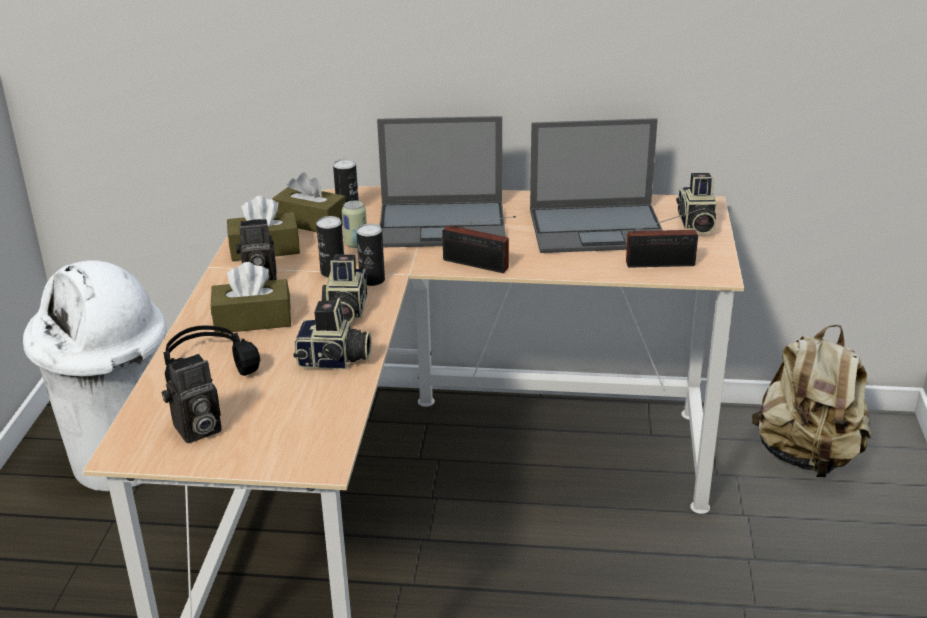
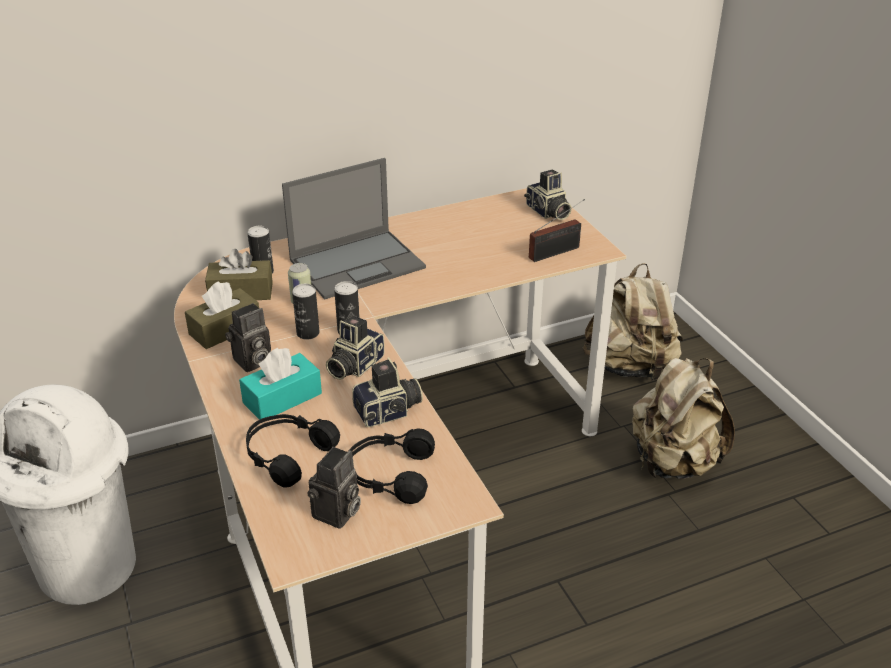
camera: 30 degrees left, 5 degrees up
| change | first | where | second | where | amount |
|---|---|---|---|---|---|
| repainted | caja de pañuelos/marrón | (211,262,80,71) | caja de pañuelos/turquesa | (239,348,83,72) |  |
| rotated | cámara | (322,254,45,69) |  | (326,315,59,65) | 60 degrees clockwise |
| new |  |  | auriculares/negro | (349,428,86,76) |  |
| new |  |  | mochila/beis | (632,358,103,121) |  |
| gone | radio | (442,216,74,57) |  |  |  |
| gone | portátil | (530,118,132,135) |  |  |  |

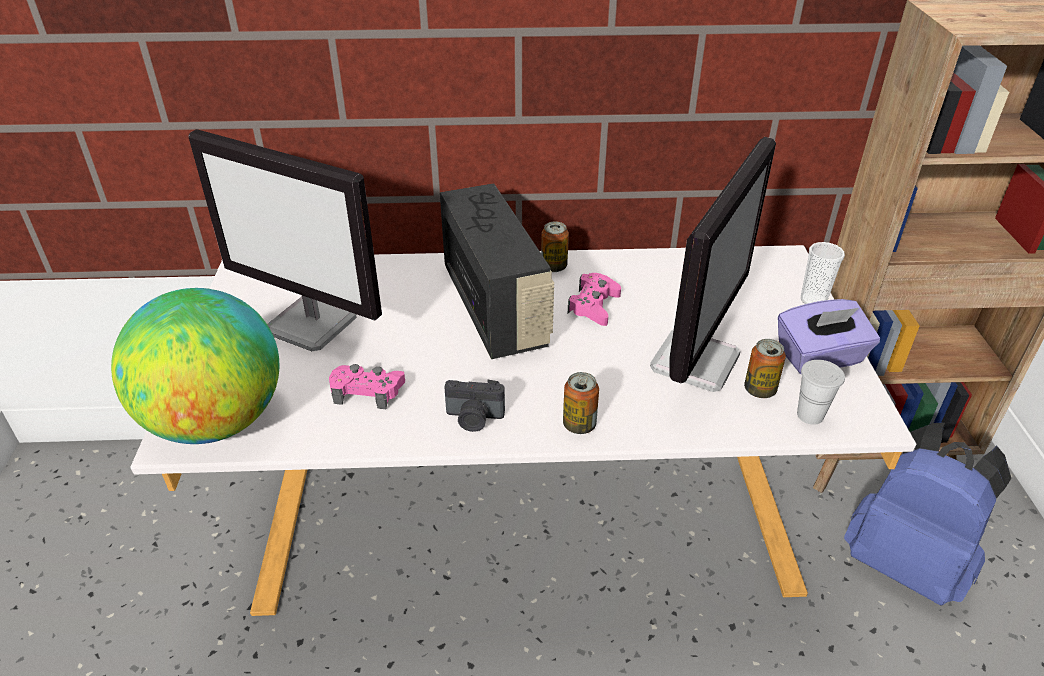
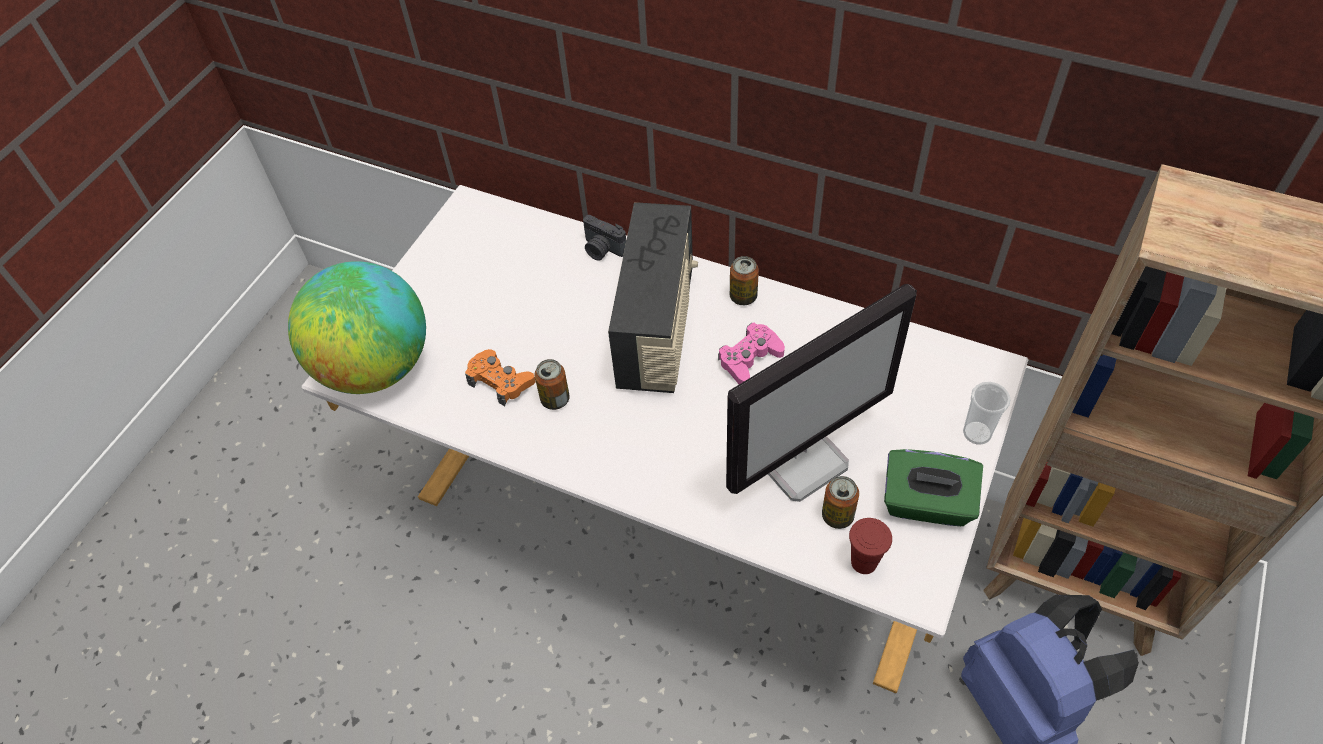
camera: 30 degrees right, 15 degrees up
| change | first | where | second | where | amount |
|---|---|---|---|---|---|
| repainted | mando de consola/rosa | (329,364,76,45) | mando de consola/naranja | (465,349,71,57) |  |
| shifted | lata | (563,372,36,62) |  | (535,359,35,51) |  |
| shifted | cámara | (444,380,61,52) |  | (583,215,43,46) |  |
| repainted | taza/blanco | (797,360,48,65) | taza/rojo | (849,518,43,56) |  |
| repainted | caja de pañuelos/morado | (778,299,102,75) | caja de pañuelos/verde | (884,449,99,77) |  |
| gone | monitor | (189,129,193,222) |  |  |  |

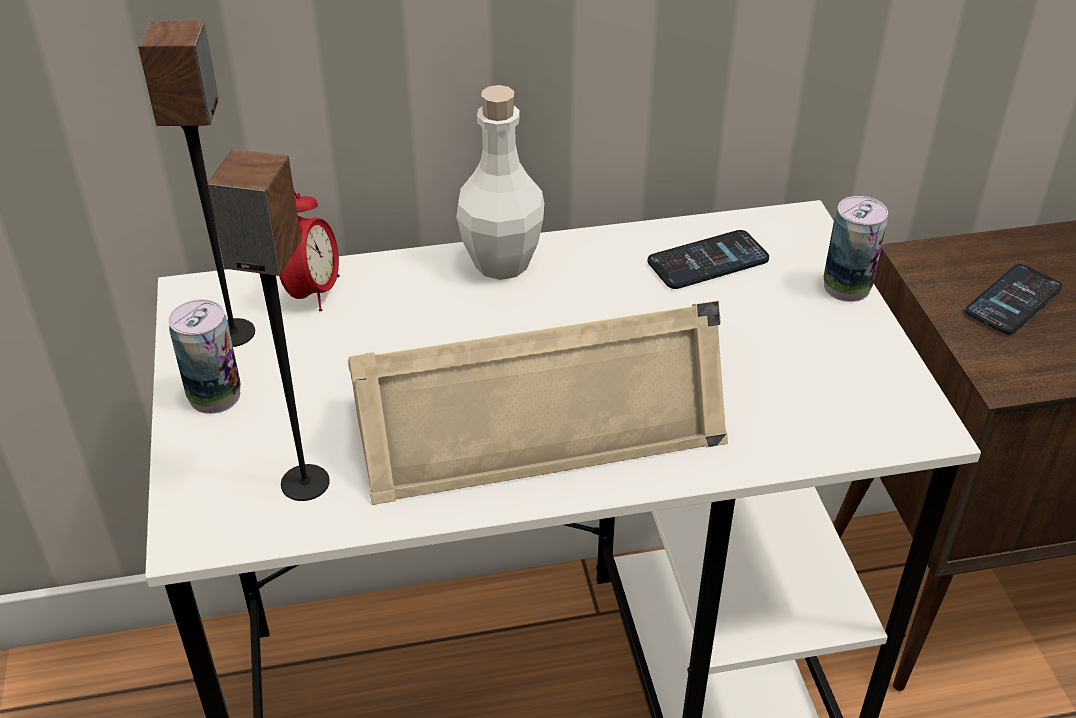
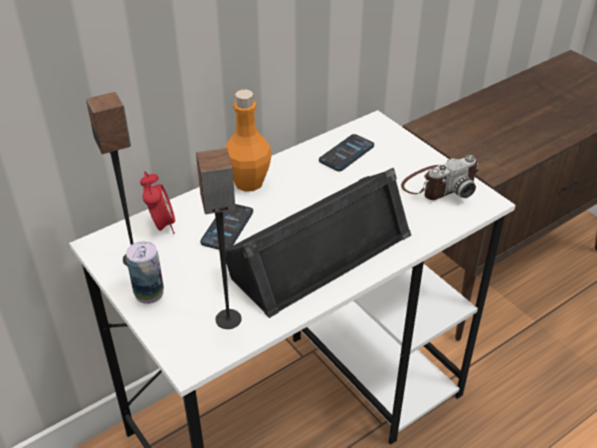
camera: 25 degrees left, 0 degrees up
| change | first | where | second | where | amount |
|---|---|---|---|---|---|
| shifted | móvil | (965,264,98,71) |  | (200,204,53,46) |  |
| repainted | botella/blanco | (456,85,88,195) | botella/naranja | (225,90,47,102) |  |
| repainted | altavoz/beis | (348,300,380,205) | altavoz/negro | (225,168,186,150) |  |
| new |  |  | cámara | (401,155,77,45) |  |
| gone | lata | (824,196,64,106) |  |  |  |

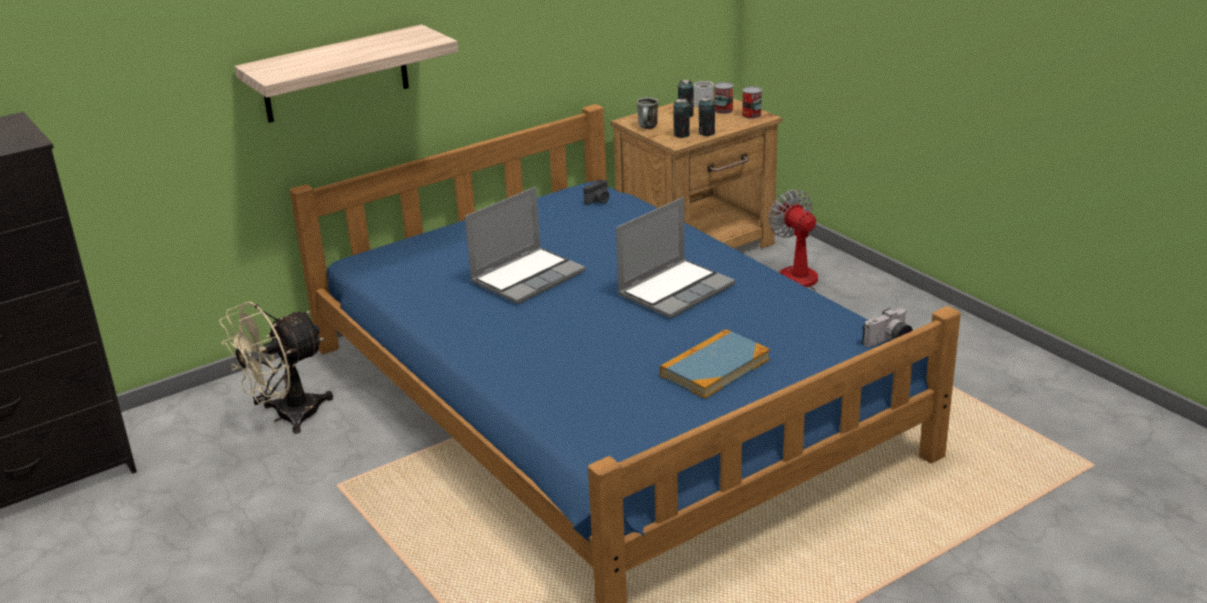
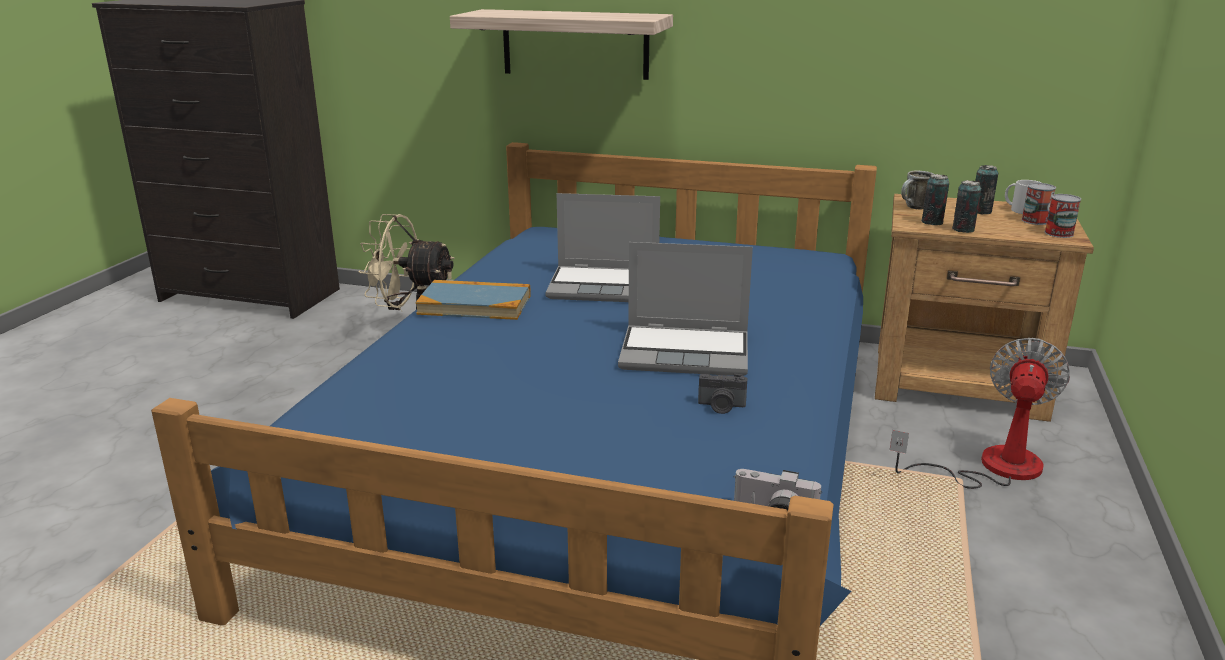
camera: 50 degrees right, 5 degrees down
| change | first | where | second | where | amount |
|---|---|---|---|---|---|
| shifted | libro | (660,329,110,70) |  | (415,280,116,40) |  |
| shifted | cámara | (583,179,26,26) |  | (698,373,50,41) |  |

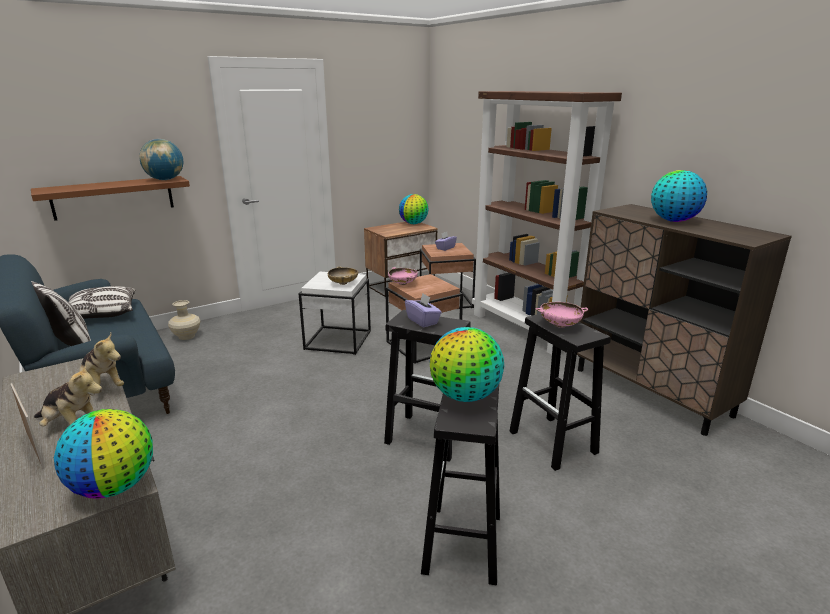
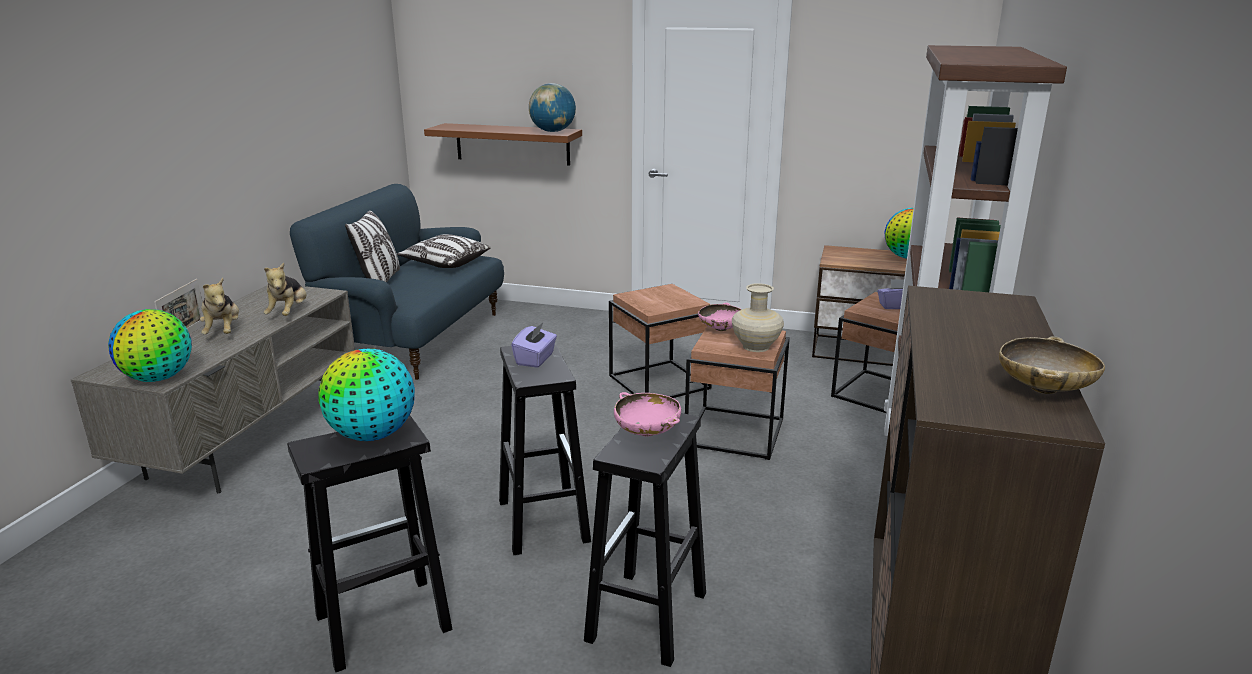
camera: 50 degrees right, 0 degrees up
| change | first | where | second | where | amount |
|---|---|---|---|---|---|
| repainted | mesa auxiliar/blanco | (299,272,72,83) | mesa auxiliar/marrón | (609,284,103,114) |  |
| shifted | florero/beis | (168,300,32,40) |  | (732,283,52,69) |  |
| shifted | cuenco/beis | (328,266,30,19) |  | (999,336,106,58) |  |
| gone | globo terráqueo | (651,170,56,52) |  |  |  |

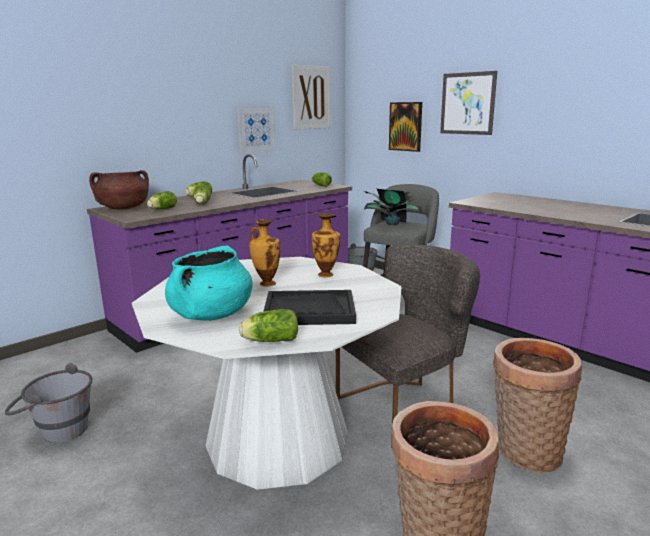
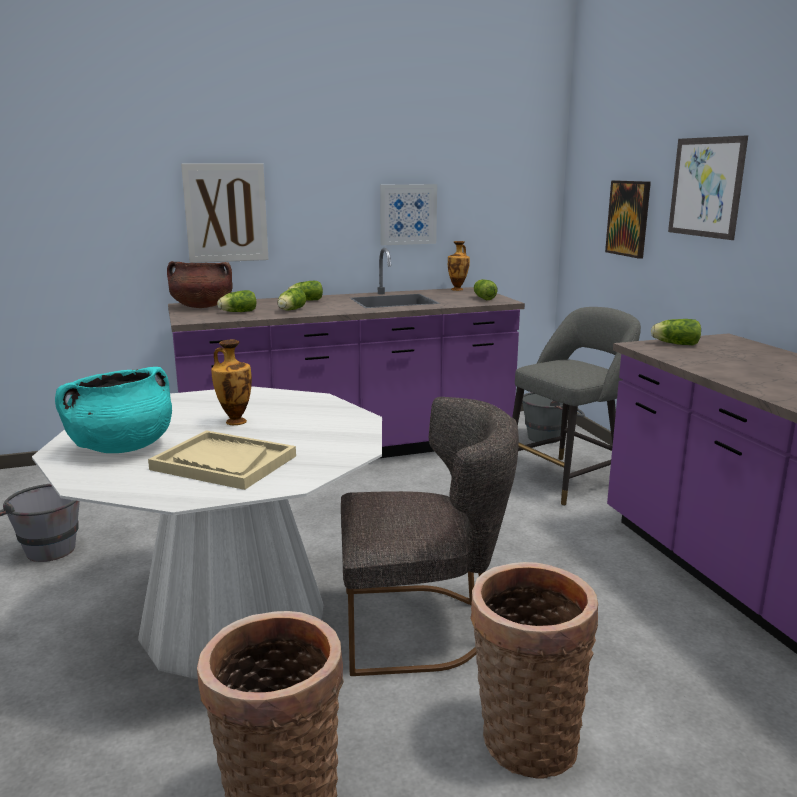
camera: 25 degrees right, 0 degrees up
| change | first | where | second | where | amount |
|---|---|---|---|---|---|
| repainted | bandeja/negro | (263,290,93,35) | bandeja/beis | (148,430,148,60) |  |
| shifted | cuadro | (292,65,39,65) |  | (181,163,88,100) |  |
| shifted | florero | (312,213,28,64) |  | (448,241,22,50) |  |
| shifted | lechuga | (239,309,59,33) |  | (651,319,50,27) |  |
| gone | planta en maceta | (363,189,58,36) |  |  |  |

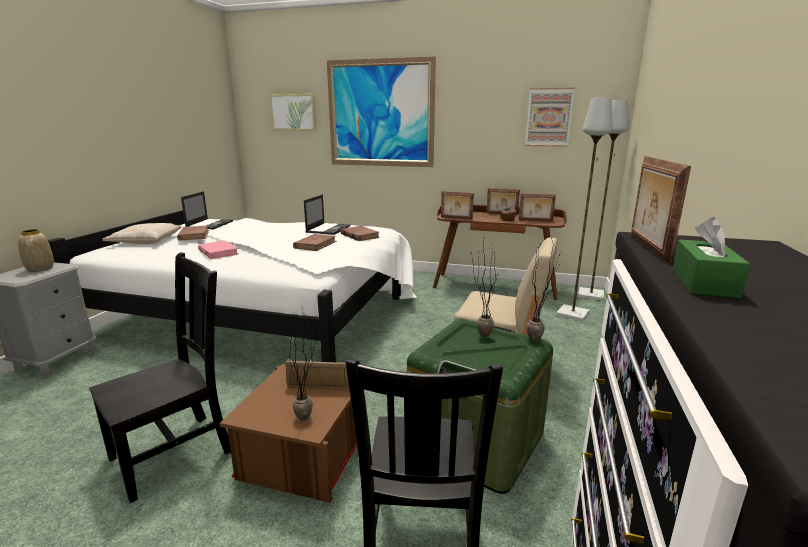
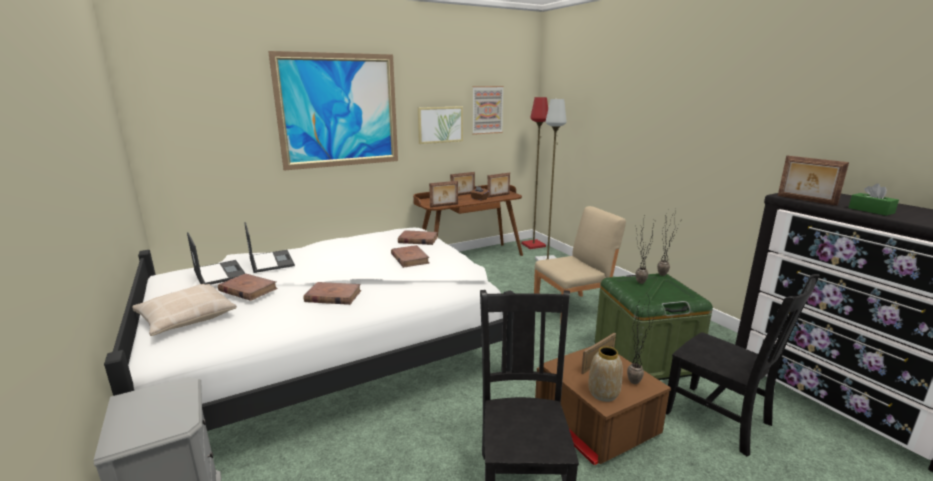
camera: 45 degrees left, 0 degrees up
| change | first | where | second | where | amount |
|---|---|---|---|---|---|
| shifted | portátil | (304,194,46,41) |  | (244,222,51,51) |  |
| repainted | libro/rosa | (198,241,40,18) | libro/marrón | (304,282,57,23) |  |
| shifted | cuadro | (269,94,47,37) |  | (418,106,45,38) |  |
| repainted | lámpara de pie/gris | (578,100,51,201) | lámpara de pie/rojo | (521,97,27,152) |  |
| shifted | florero | (18,229,36,43) |  | (588,347,35,55) |  |

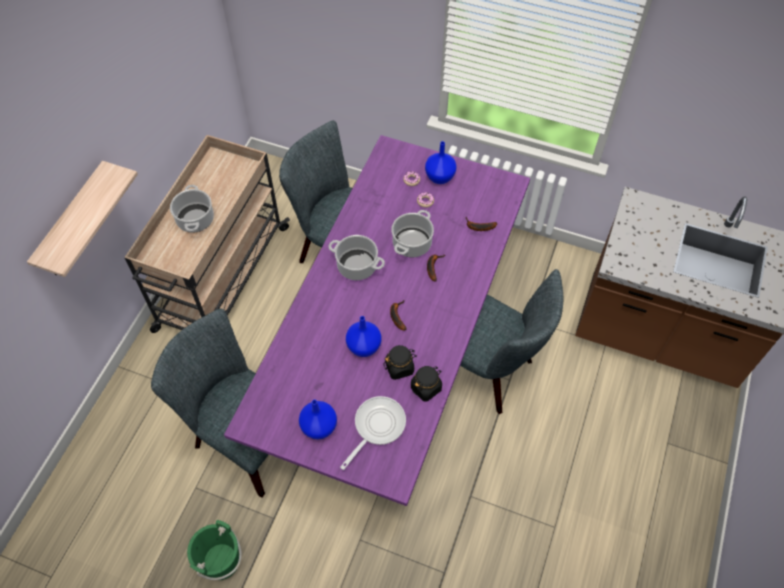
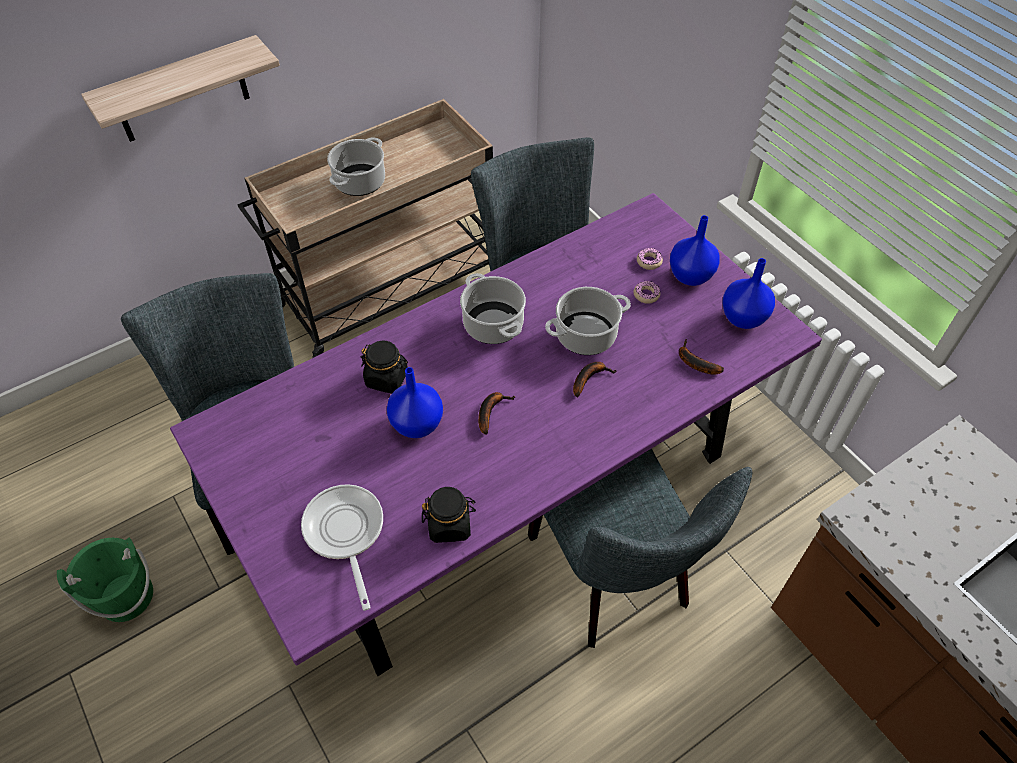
camera: 35 degrees right, 5 degrees down
| change | first | where | second | where | amount |
|---|---|---|---|---|---|
| rotated | sartén | (340,396,66,74) |  | (301,484,82,127) | 90 degrees counterclockwise |
| shifted | tarro/negro | (384,345,33,35) |  | (361,340,47,54) |  |
| shifted | florero/azul | (299,399,38,41) |  | (722,258,53,71) |  |

